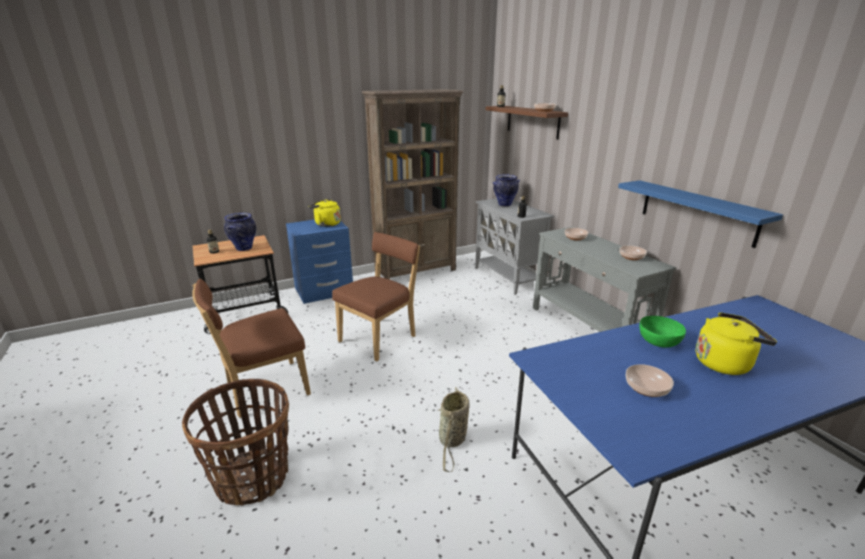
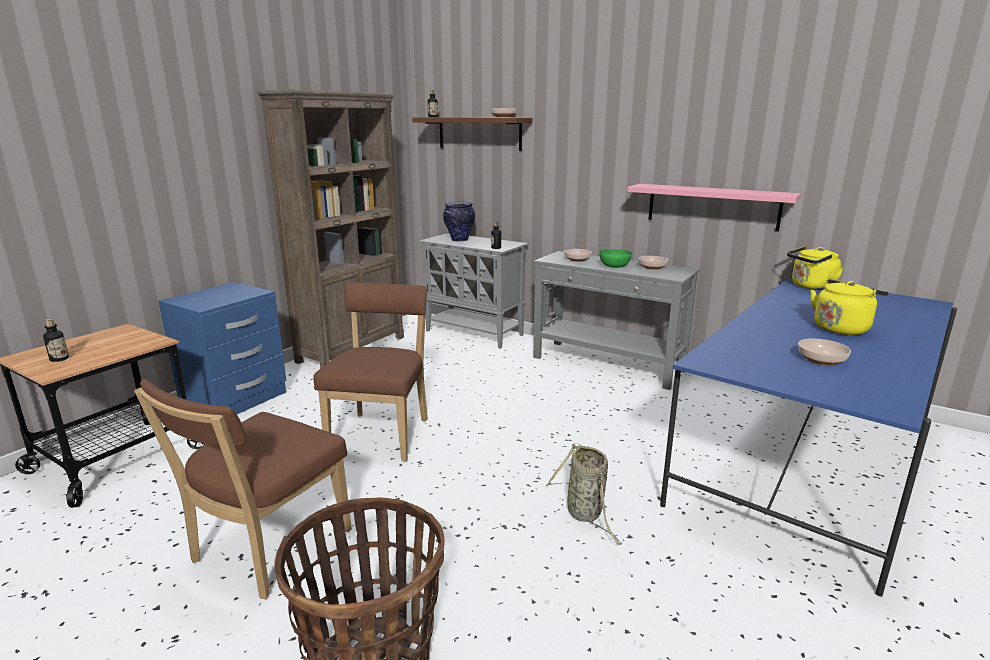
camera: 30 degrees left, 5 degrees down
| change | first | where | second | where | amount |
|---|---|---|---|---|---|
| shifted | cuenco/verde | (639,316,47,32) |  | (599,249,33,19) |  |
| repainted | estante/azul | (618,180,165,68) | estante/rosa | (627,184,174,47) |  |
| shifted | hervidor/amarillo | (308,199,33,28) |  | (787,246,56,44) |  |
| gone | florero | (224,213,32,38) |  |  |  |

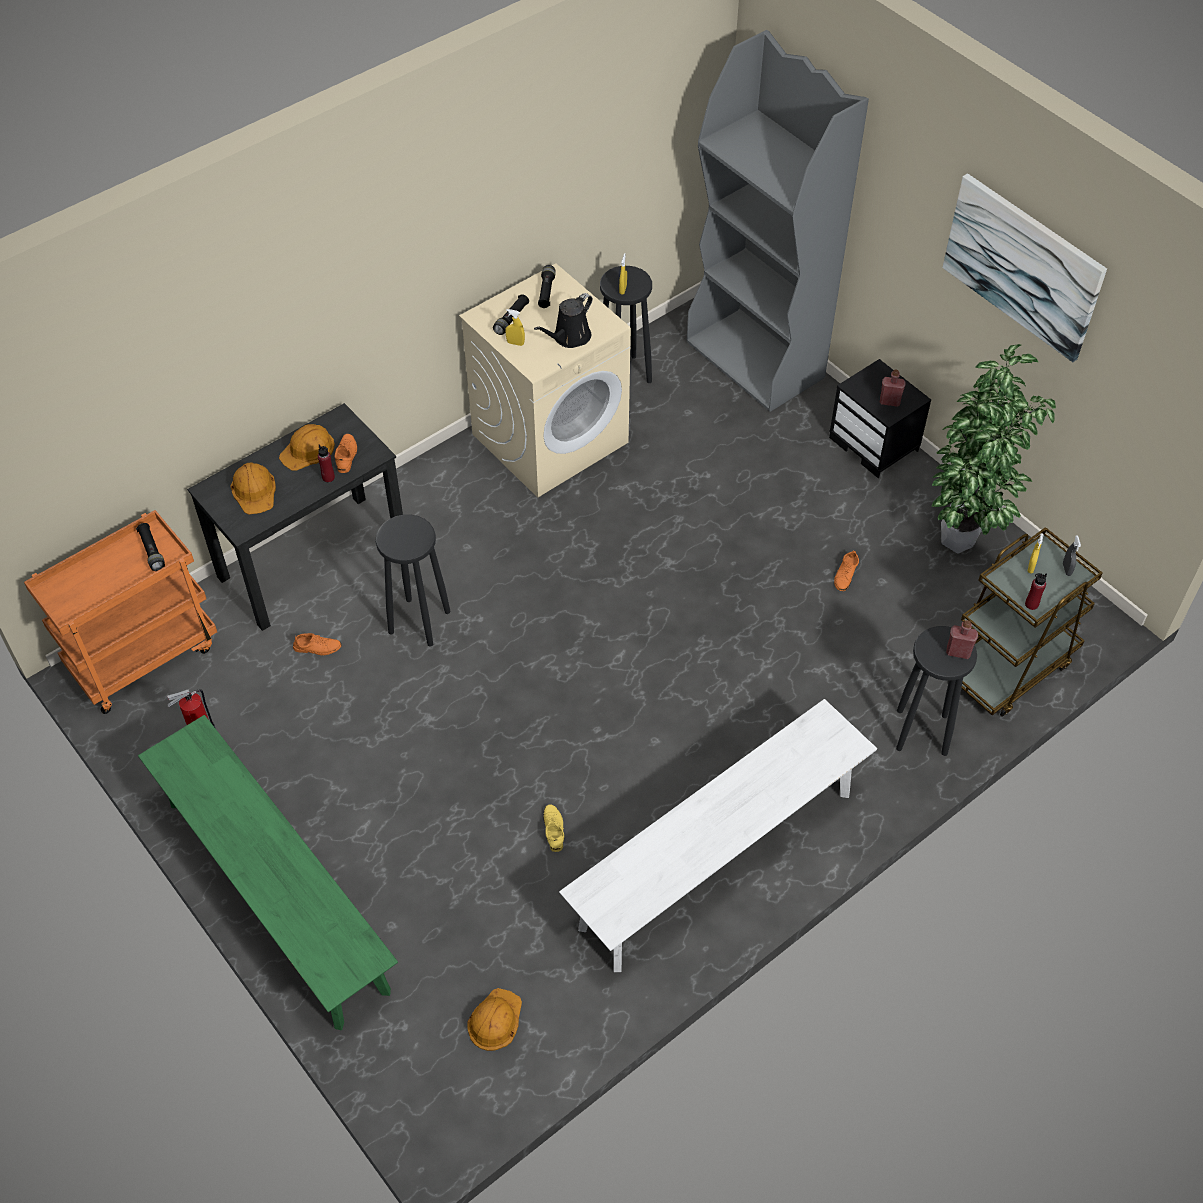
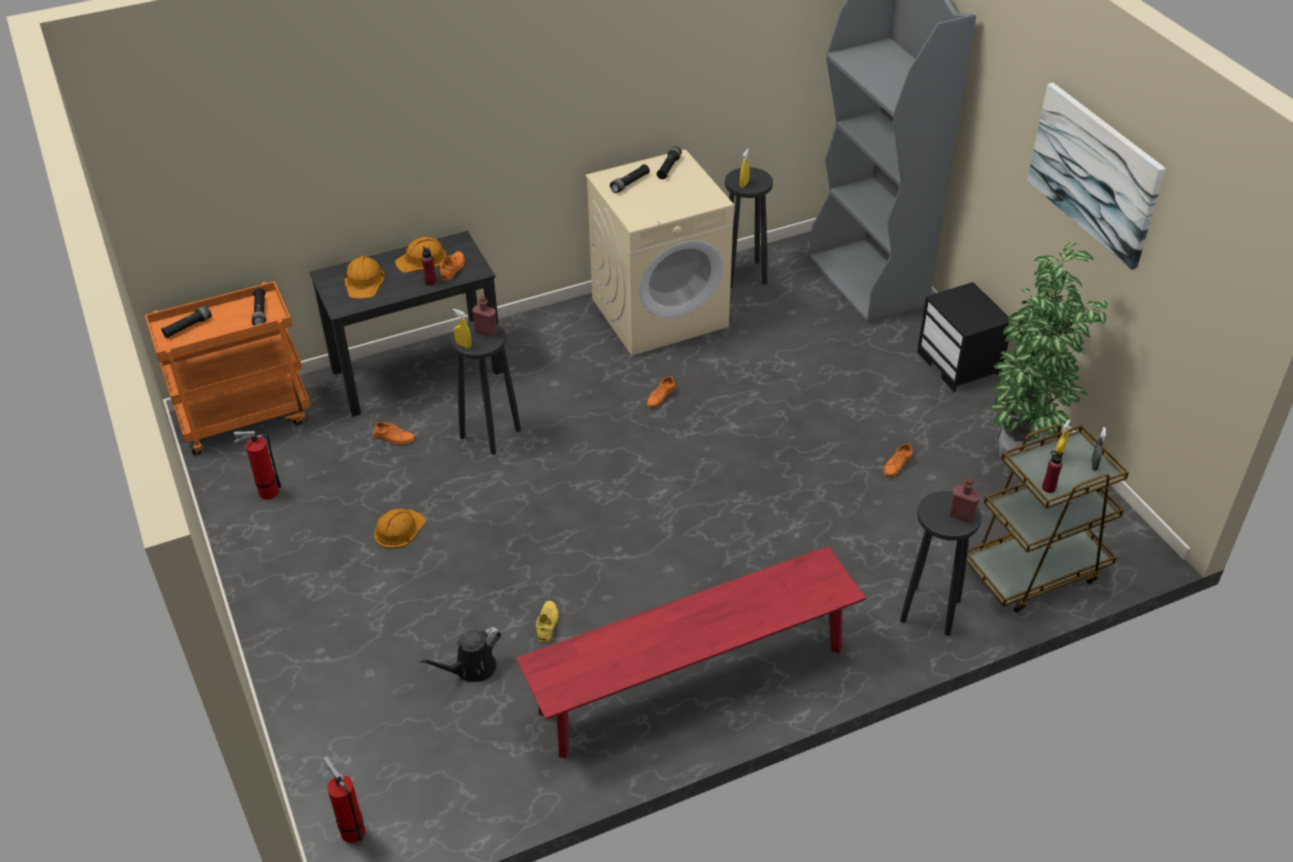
camera: 15 degrees right, 10 degrees down
| change | first | where | second | where | amount |
|---|---|---|---|---|---|
| new |  |  | linterna/negro | (161,306,51,32) |  |
| new |  |  | extintor | (323,756,42,87) |  |
| shifted | casco/naranja | (467,988,55,63) |  | (374,509,52,40) |  |
| shifted | regadera/negro | (534,293,59,55) |  | (418,627,83,56) |  |
| shifted | pulverizador/amarillo | (505,309,20,37) |  | (453,309,18,39) |  |
| shifted | botella/rojo | (880,370,26,37) |  | (472,296,25,42) |  |
| repainted | banco/blanco | (559,699,318,273) | banco/rojo | (516,546,350,213) |  |
| new |  |  | zapato/naranja | (647,376,29,32) |  |
| gone | banco/verde | (138,715,260,315) |  |  |  |

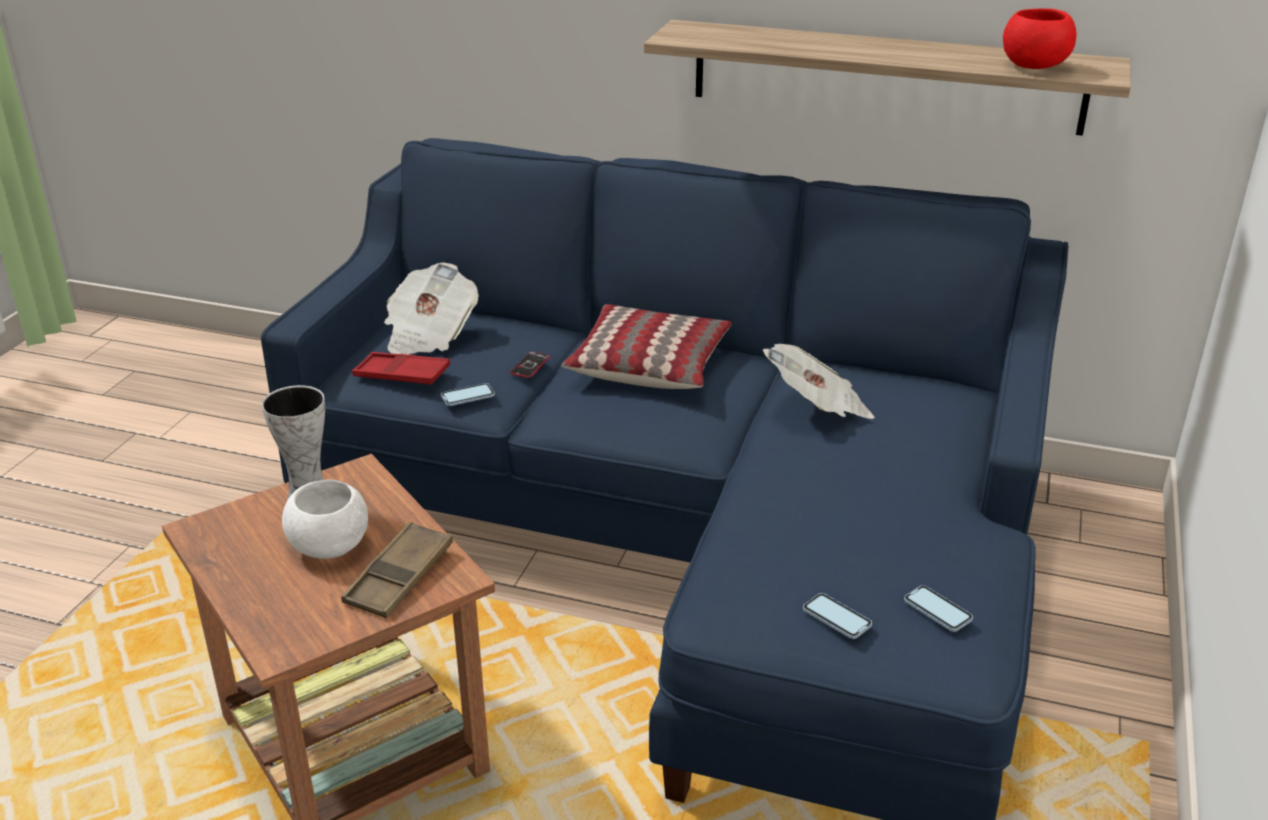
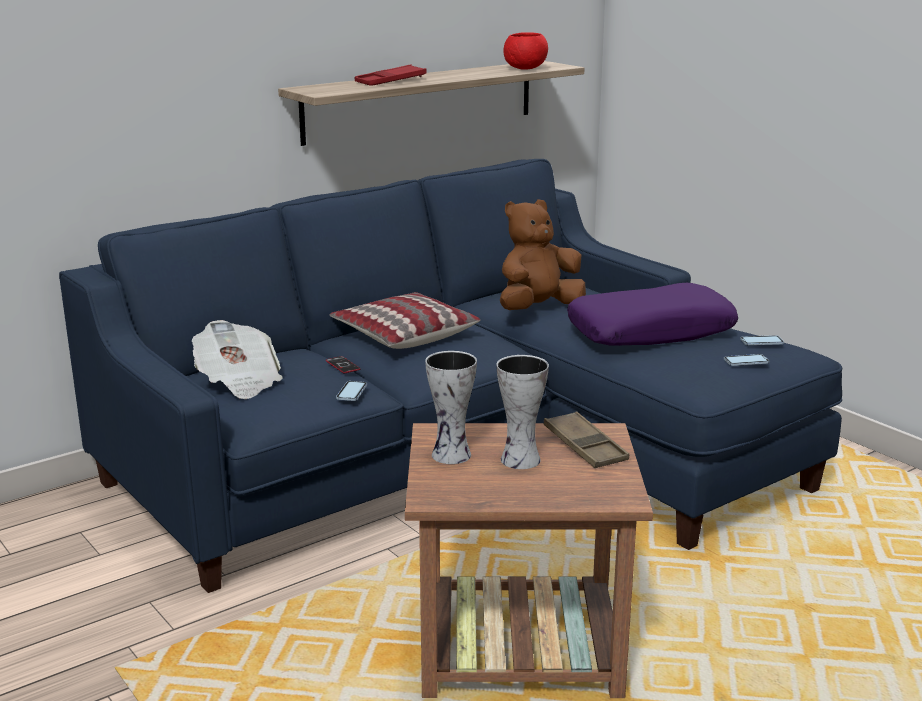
camera: 55 degrees left, 10 degrees down
| change | first | where | second | where | amount |
|---|---|---|---|---|---|
| shifted | bandeja/rojo | (352,352,98,33) |  | (355,64,72,22) |  |
| swapped | cuenco/blanco | (282,480,86,79) | florero | (497,355,52,114) |  |
| swapped | periódico | (763,344,112,75) | peluche/marrón | (500,199,86,111) |  |
| new |  |  | cojín/morado | (567,283,171,63) |  |

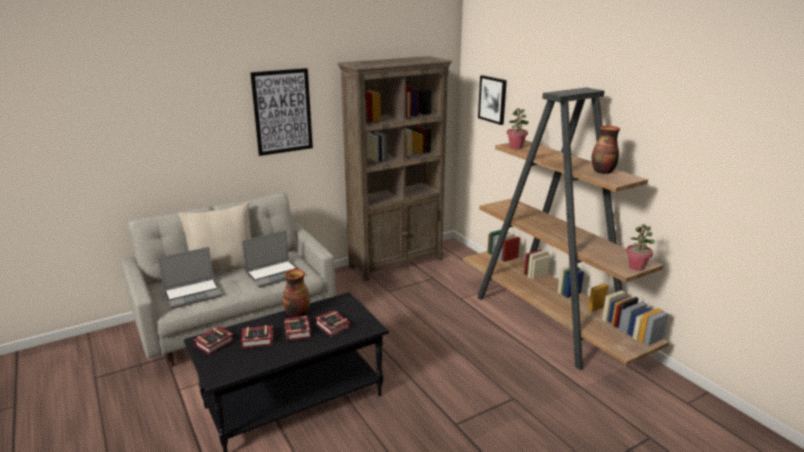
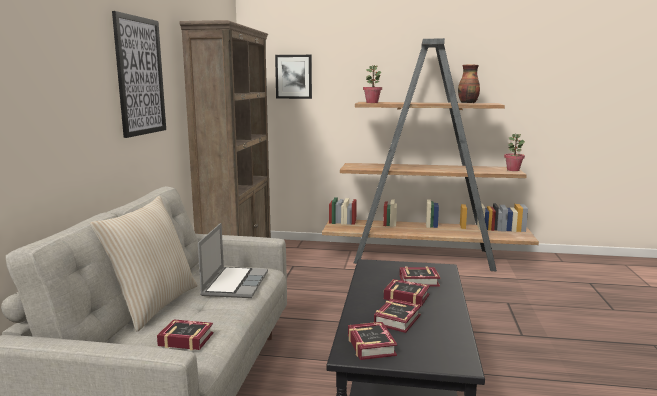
camera: 50 degrees left, 10 degrees down
| change | first | where | second | where | amount |
|---|---|---|---|---|---|
| swapped | portátil | (157,247,66,62) | libro | (157,319,57,31) |  |
| gone | florero | (283,269,27,48) |  |  |  |

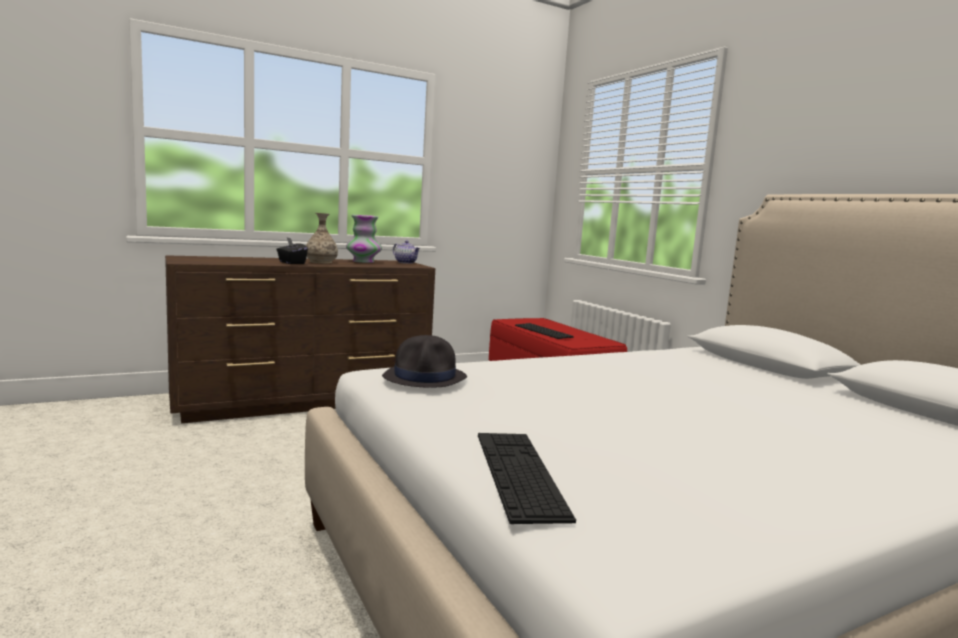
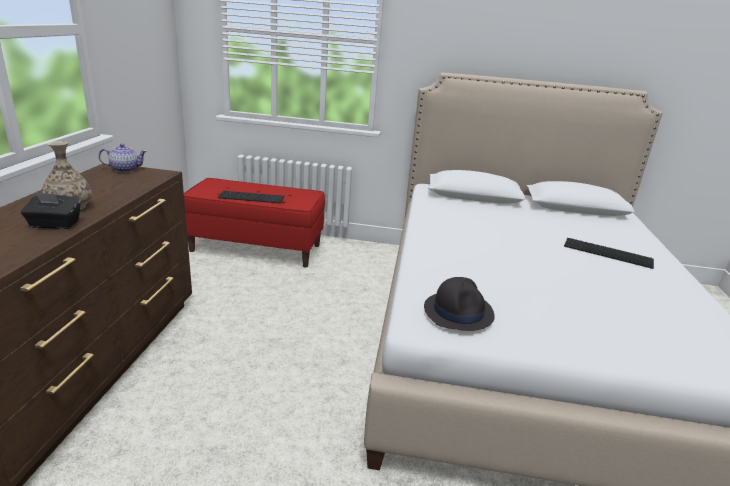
camera: 55 degrees left, 15 degrees up
| change | first | where | second | where | amount |
|---|---|---|---|---|---|
| shifted | teclado | (478,433,98,91) |  | (564,238,90,31) |  |
| gone | florero | (346,215,36,48) |  |  |  |

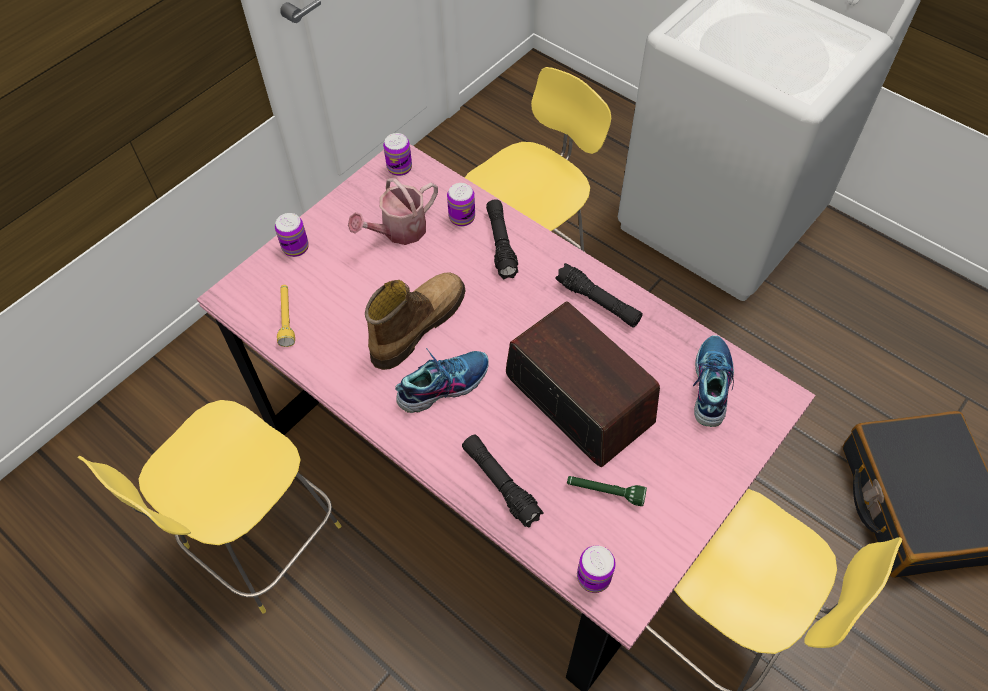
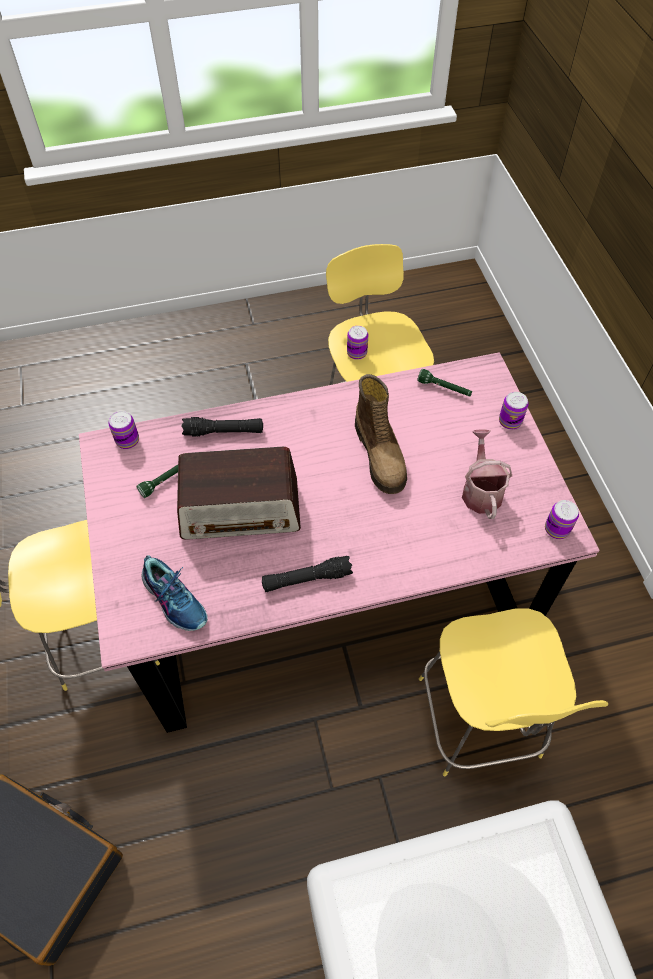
camera: 125 degrees right, 0 degrees up
| change | first | where | second | where | amount |
|---|---|---|---|---|---|
| shifted | lata | (447,183,28,44) |  | (347,326,21,34) |  |
| repainted | linterna/amarillo | (277,285,18,62) | linterna/verde | (417,369,55,27) |  |
| gone | zapato | (395,348,94,65) |  |  |  |
| gone | linterna/negro | (486,199,32,80) |  |  |  |

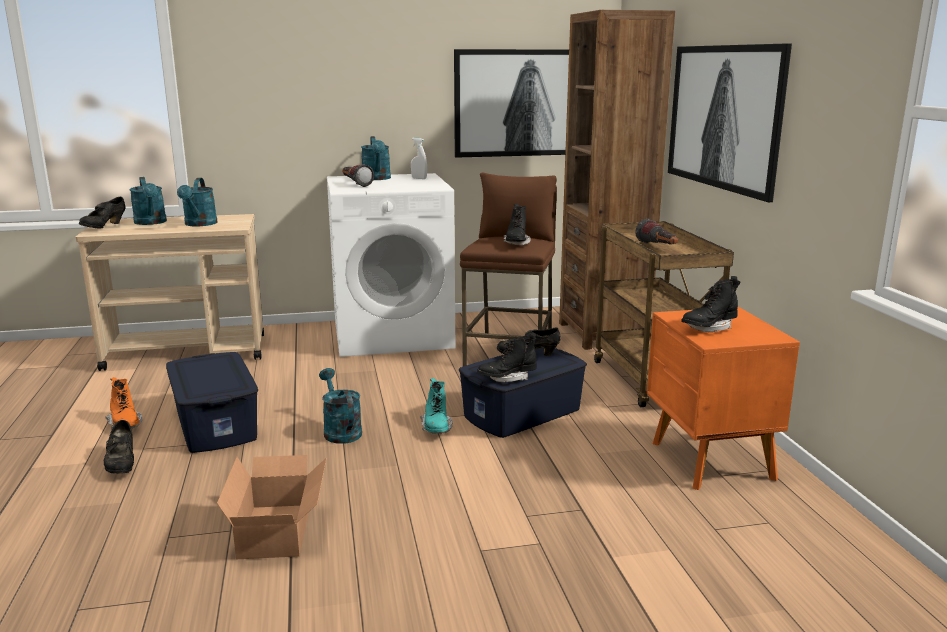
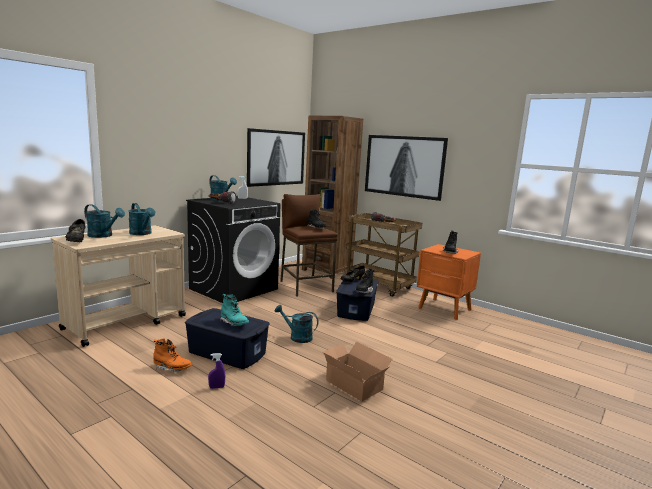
camera: 40 degrees left, 5 degrees down
| change | first | where | second | where | amount |
|---|---|---|---|---|---|
| repainted | lavadora/blanco | (327,173,128,184) | lavadora/negro | (186,196,95,107) |  |
| swapped | zapato/negro | (104,420,30,54) | pulverizador/morado | (208,353,17,36) |  |
| shifted | bota/turquesa | (420,378,33,56) |  | (220,294,29,32) |  |

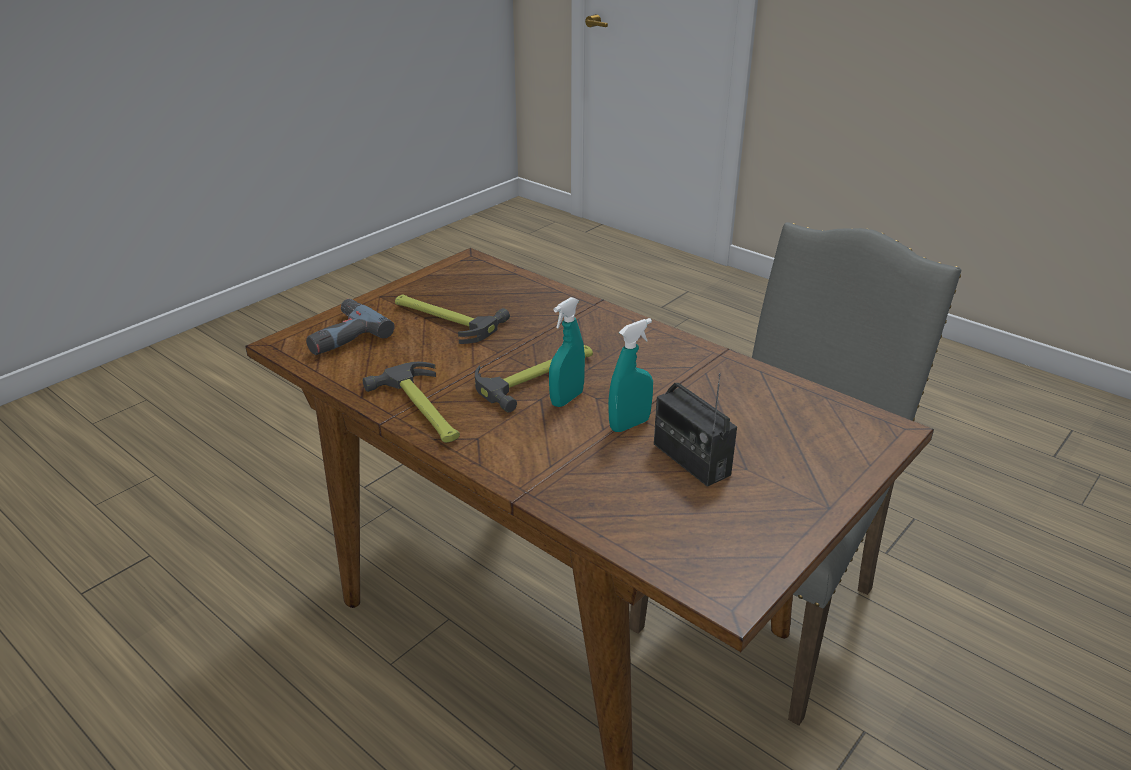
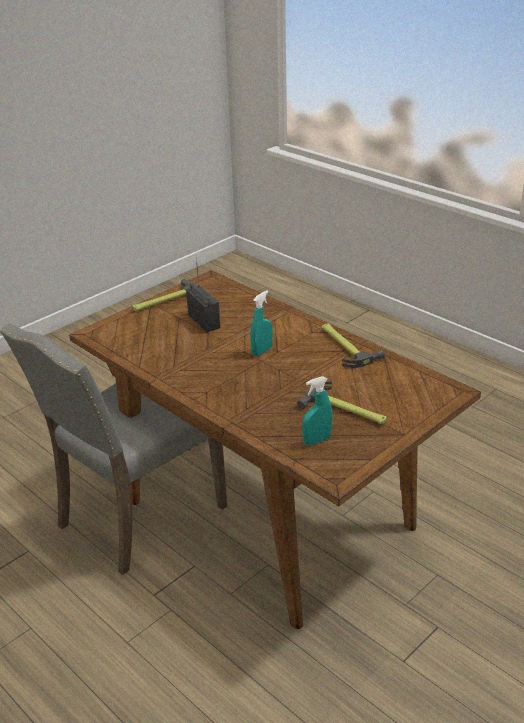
camera: 175 degrees left, 0 degrees up
| change | first | where | second | where | amount |
|---|---|---|---|---|---|
| shifted | martillo | (475,345,118,67) |  | (132,279,65,32) |  |
| shifted | pulverizador/turquesa | (608,318,45,114) |  | (302,376,30,69) |  |
| gone | taladro | (306,299,89,56) |  |  |  |

